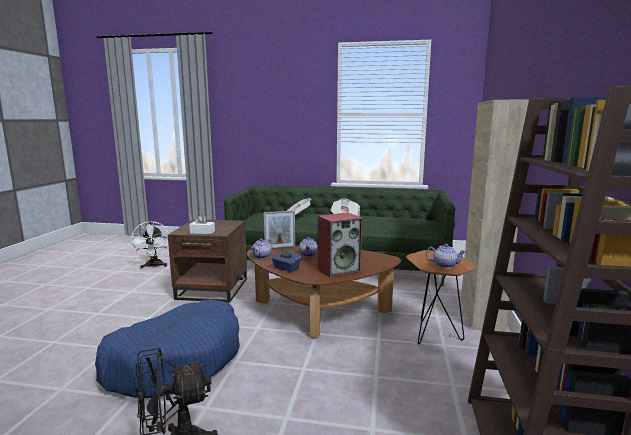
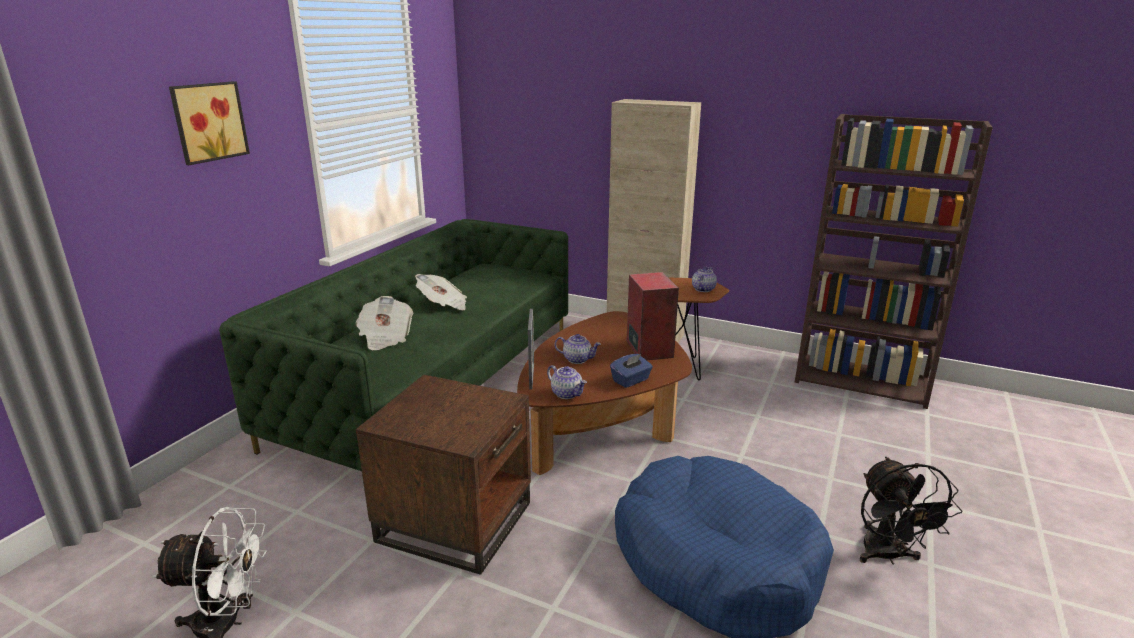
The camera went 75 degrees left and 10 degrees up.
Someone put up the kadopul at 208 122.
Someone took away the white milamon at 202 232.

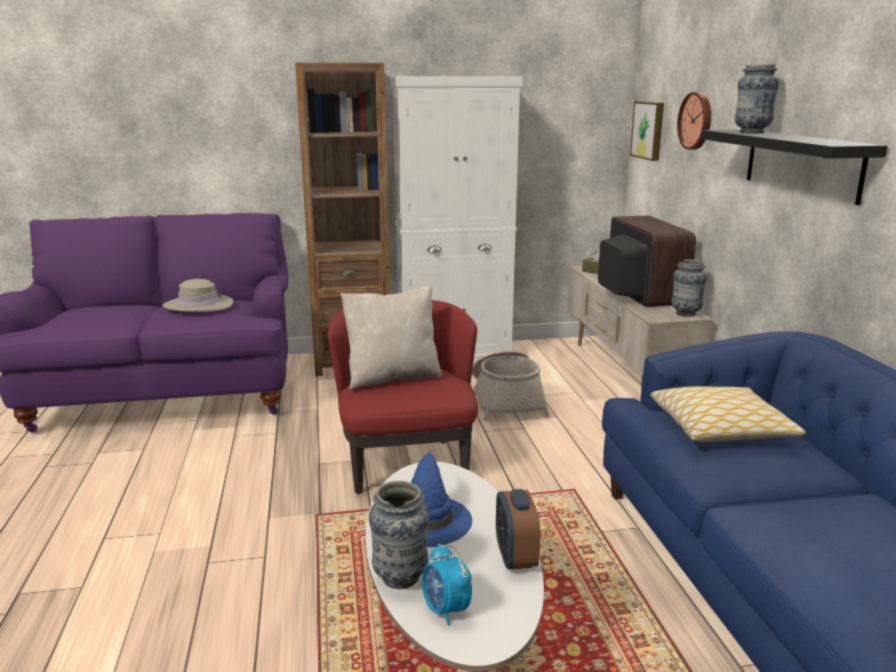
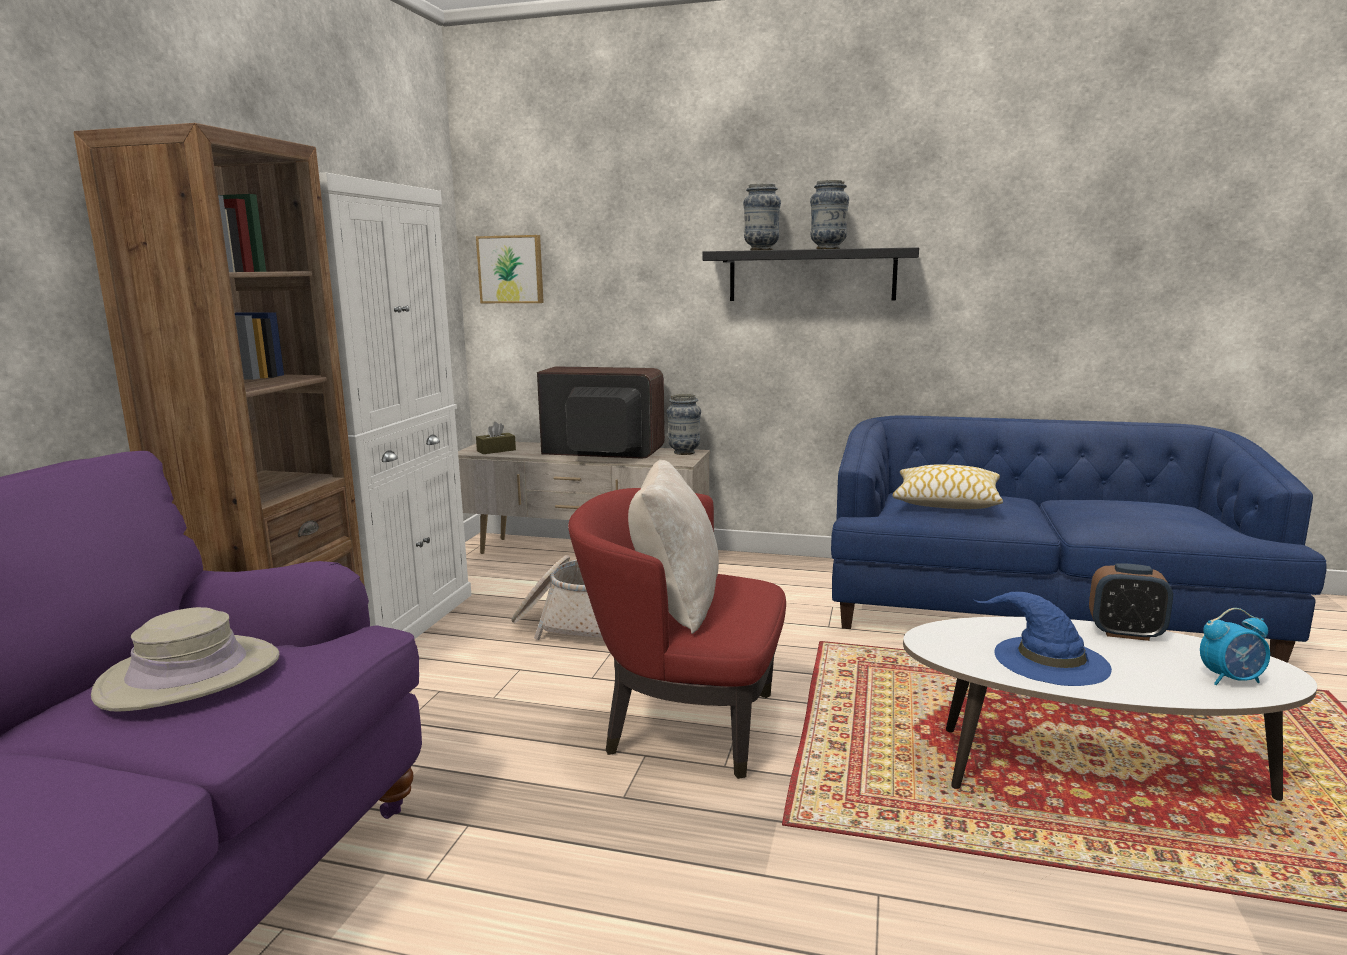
The camera went 65 degrees left and 5 degrees down.
Someone carried the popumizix from 400 578 to 828 248.
Someone took away the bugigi at 696 121.

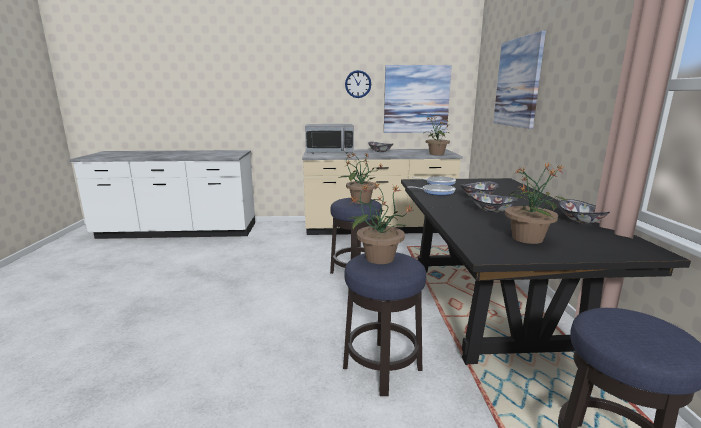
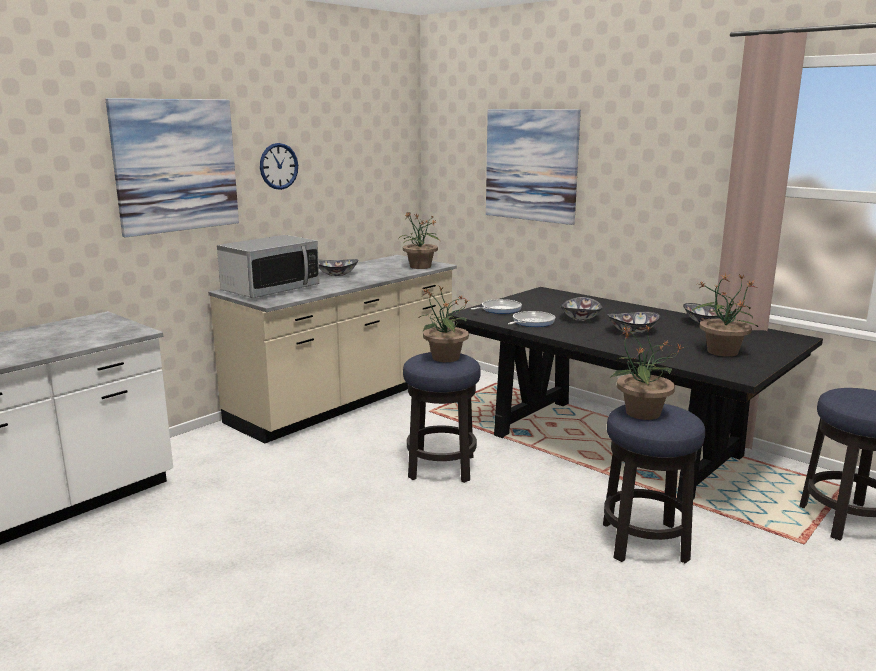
The camera went 45 degrees left and 0 degrees up.
Someone carried the kadopul from 416 99 to 176 165.

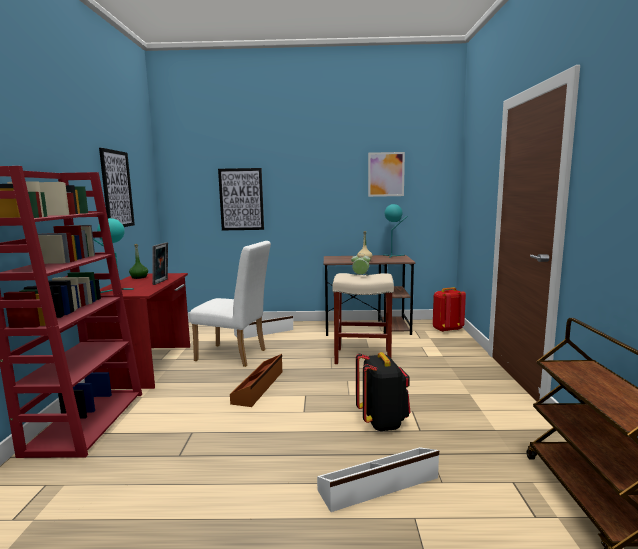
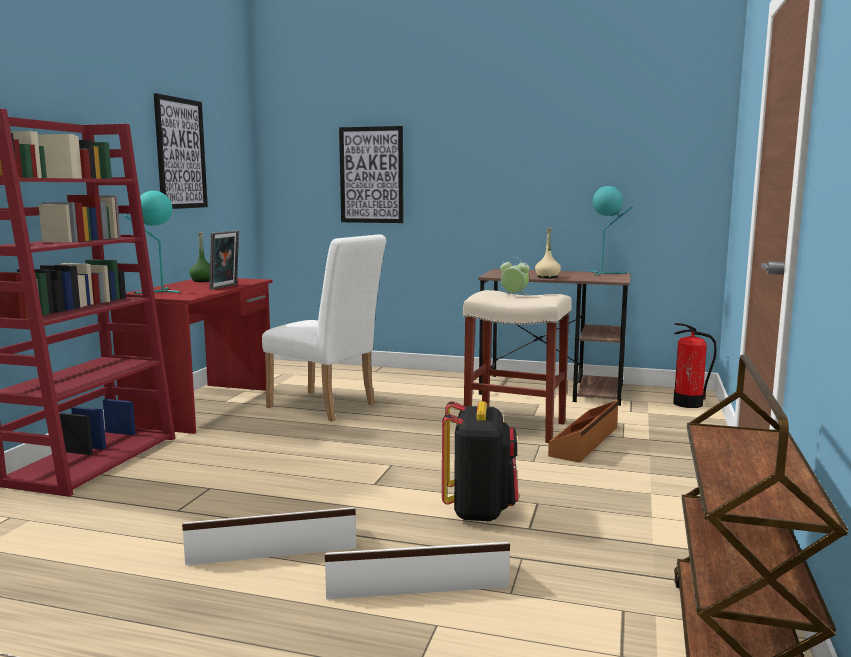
The camera went 15 degrees right and 0 degrees up.
Someone carried the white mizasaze from 264 332 to 272 547.
Someone carried the brown mizasaze from 259 387 to 586 441.
Someone swapped the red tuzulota at 447 329 for the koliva at 688 404.
Someone took away the kadopul at 386 174.

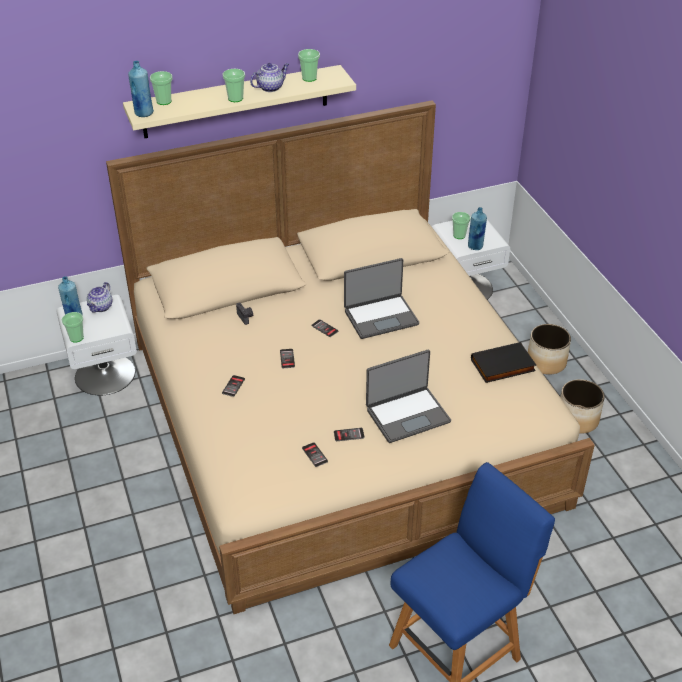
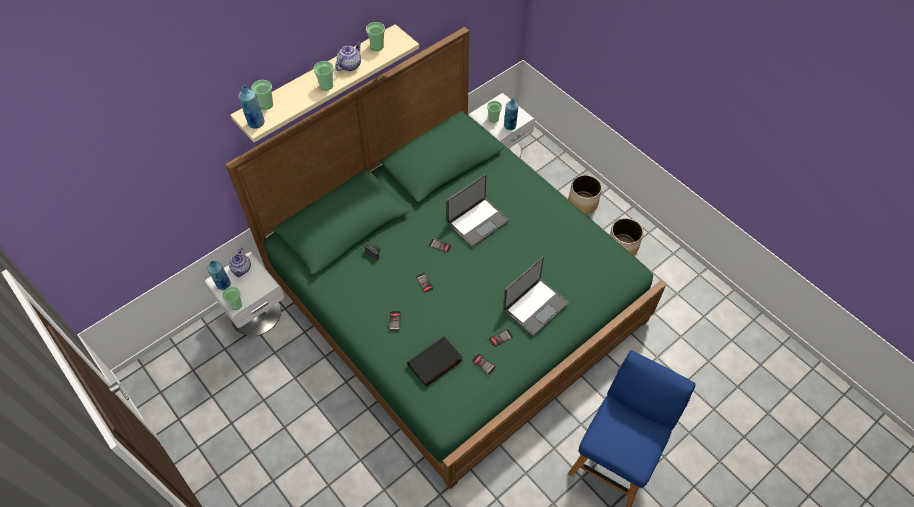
The camera went 20 degrees left and 15 degrees up.
Someone repainted the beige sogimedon at 340 419, which became the green sogimedon at 456 298.
Someone carried the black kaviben from 503 366 to 435 363.

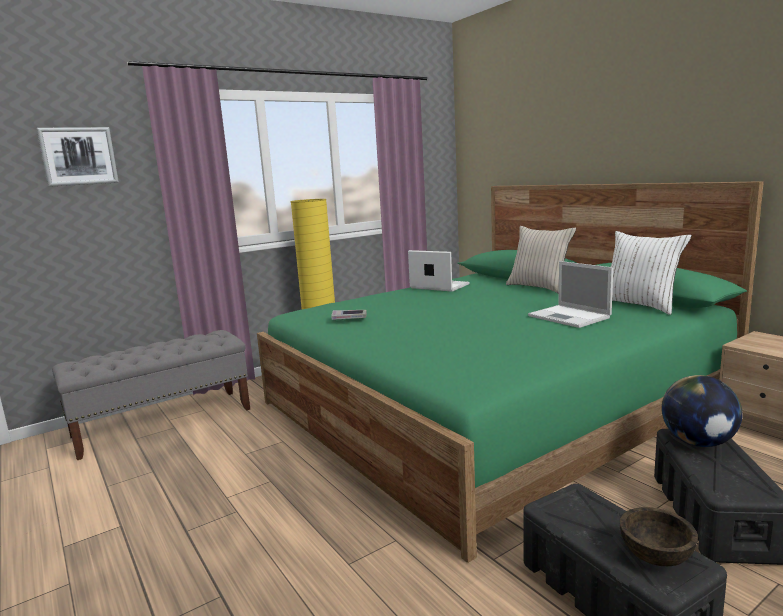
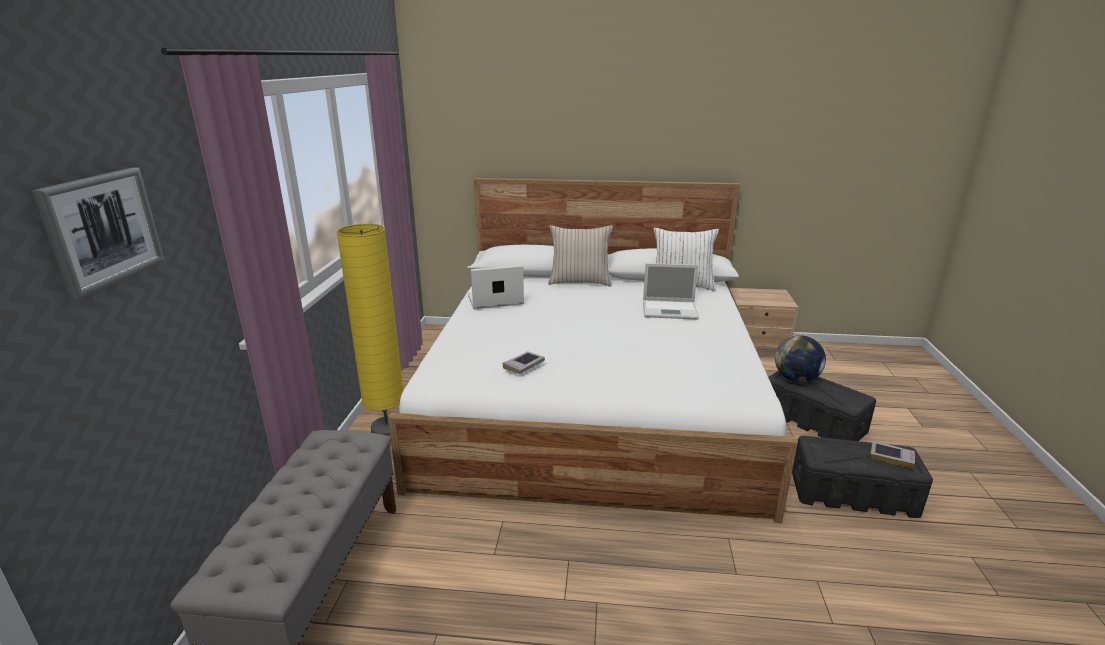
The camera went 50 degrees left and 10 degrees up.
Someone repainted the green sogimedon at 489 403, which became the white sogimedon at 593 399.
Someone swapped the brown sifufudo at 656 556 for the kaviben at 891 457.

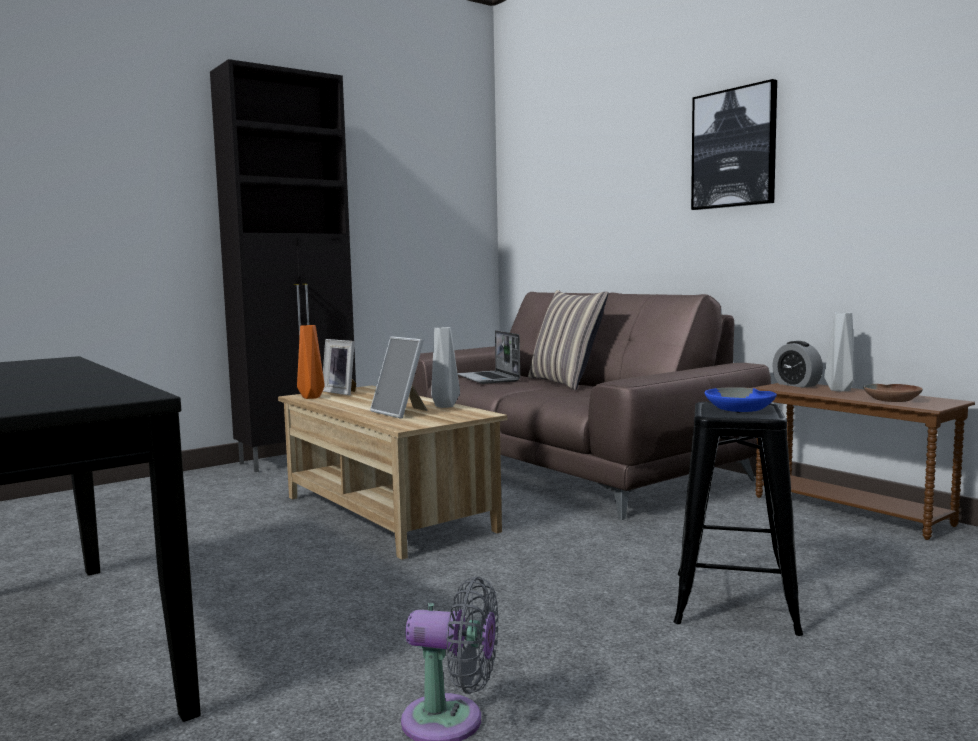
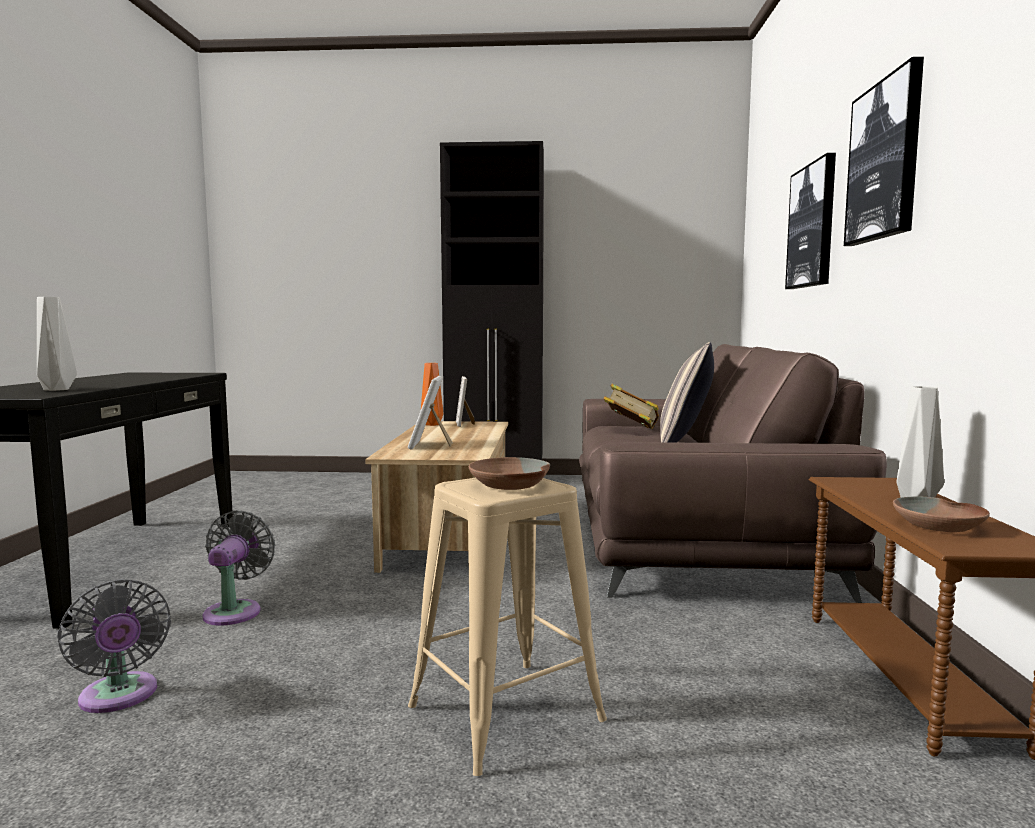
The camera went 40 degrees right and 0 degrees up.
Someone carried the grey popumizix from 445 406 to 59 389.
Someone put down the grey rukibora at 235 611.
Someone repainted the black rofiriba at 734 602, which became the beige rofiriba at 505 713.
Someone repainted the blue sifufudo at 740 408, which became the brown sifufudo at 508 484.
Someone swapped the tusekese at 489 379 for the kaviben at 631 430.
Someone put up the kadopul at 812 226.
Someone took away the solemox at 796 385.

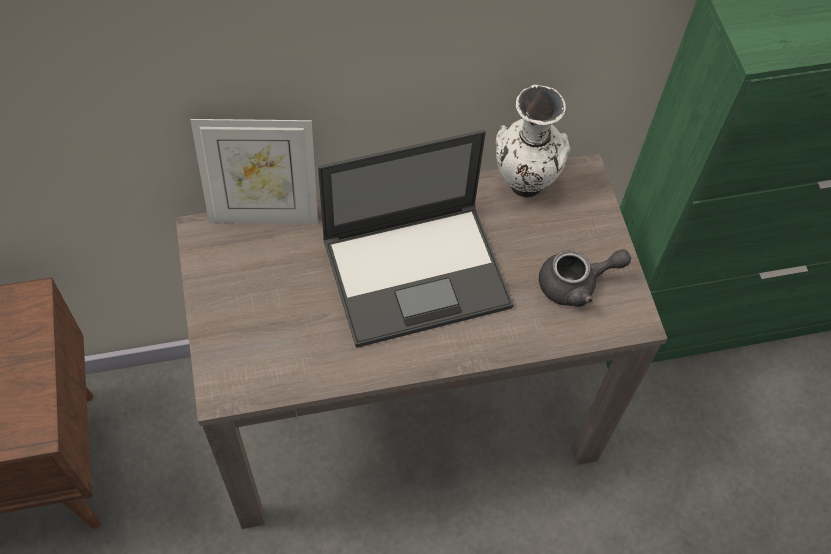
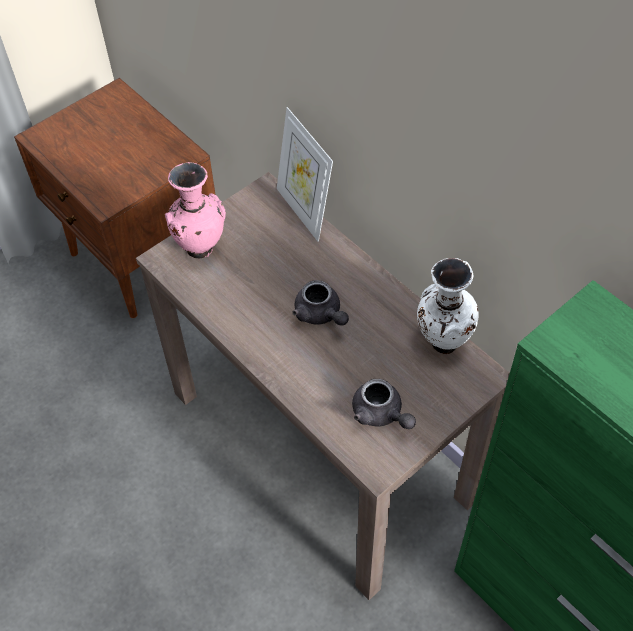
The camera went 65 degrees right and 5 degrees down.
Someone put down the pink popumizix at 200 248.
Someone swapped the tusekese at 418 272 for the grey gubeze at 320 314.

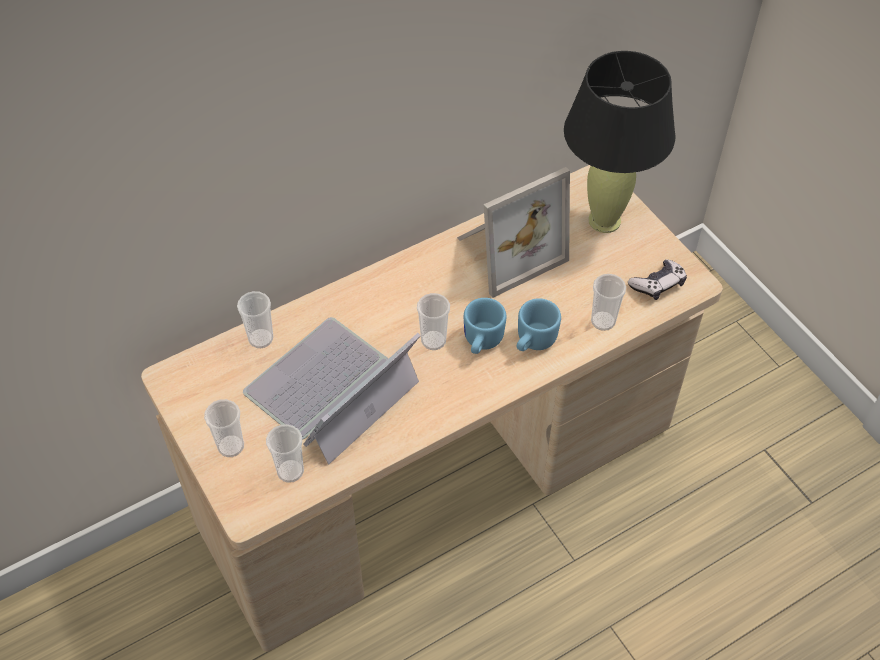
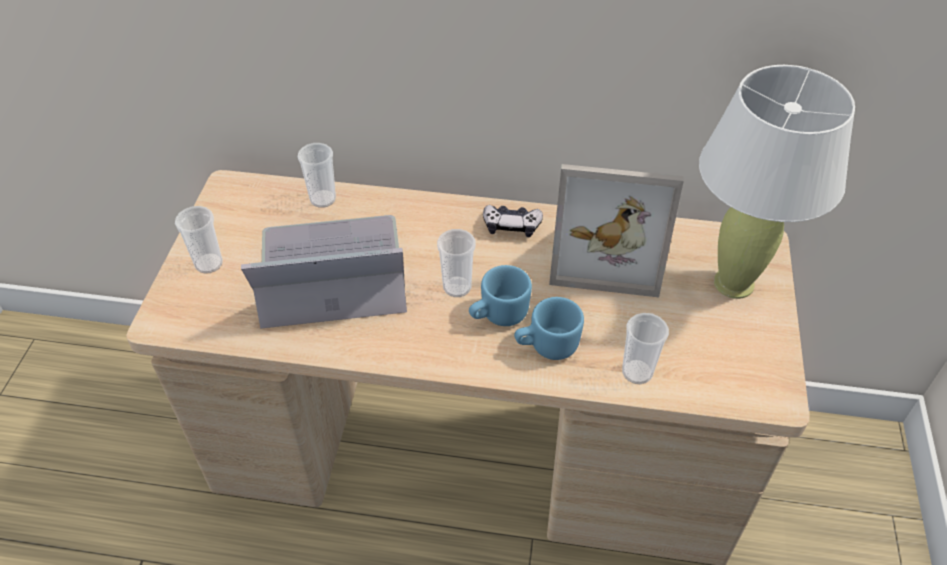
The camera went 40 degrees right and 5 degrees down.
Someone carried the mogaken from 657 284 to 511 226.
Someone repainted the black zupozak at 604 220, which became the white zupozak at 734 283.
Someone took away the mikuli at 290 471.

